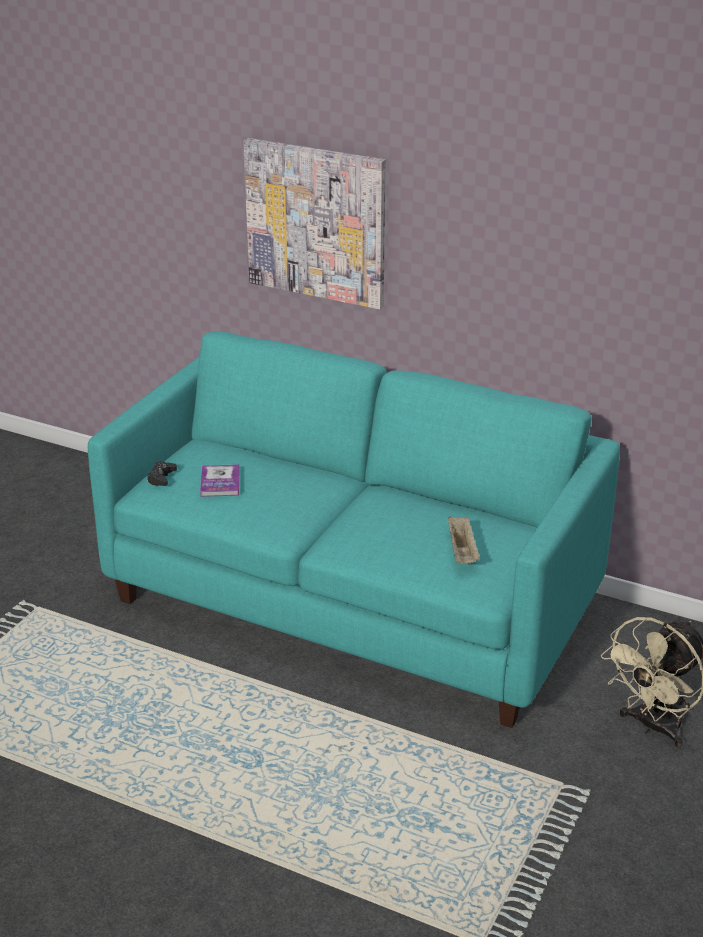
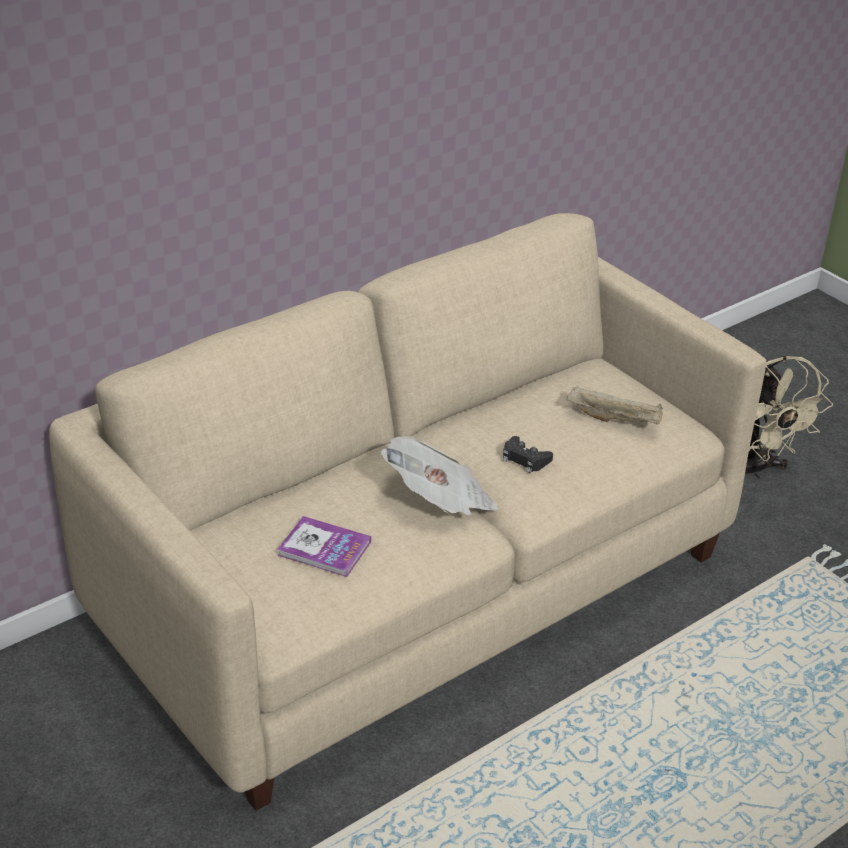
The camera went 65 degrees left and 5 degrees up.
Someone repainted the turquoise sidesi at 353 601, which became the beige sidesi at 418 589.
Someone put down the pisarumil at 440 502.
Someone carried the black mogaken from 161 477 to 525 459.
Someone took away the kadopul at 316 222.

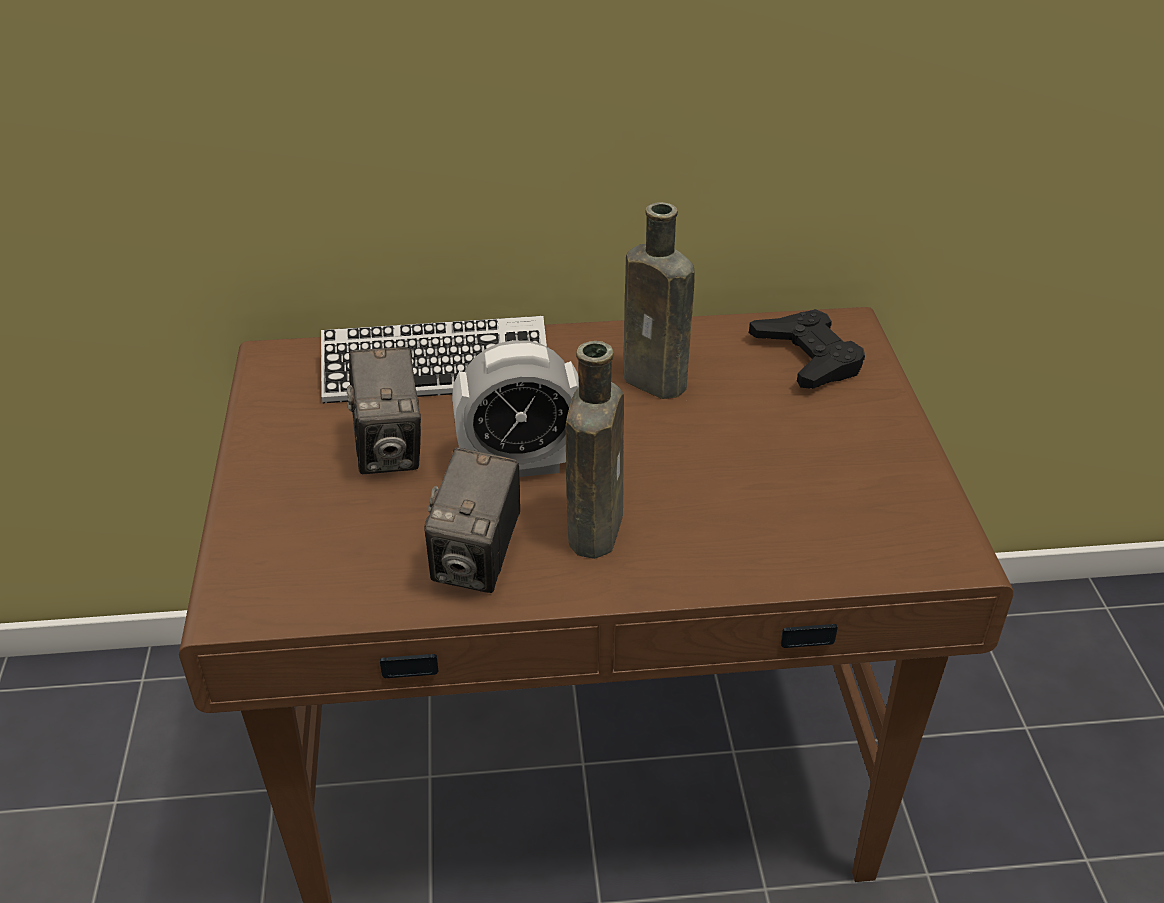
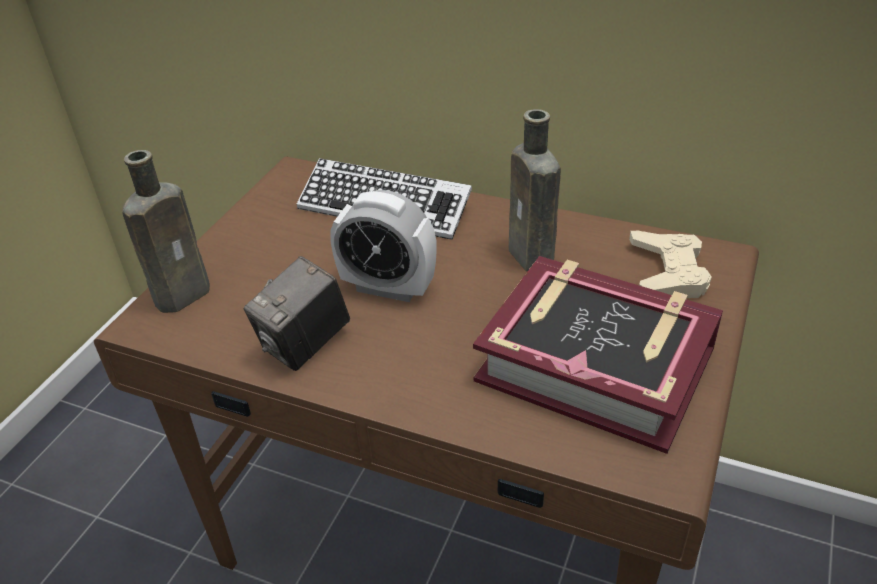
The camera went 30 degrees right and 0 degrees up.
Someone carried the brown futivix from 596 526 to 186 293.
Someone put down the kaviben at 596 363.
Someone repainted the black mogaken at 808 357, which became the beige mogaken at 668 272.
Someone took away the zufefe at 390 449.

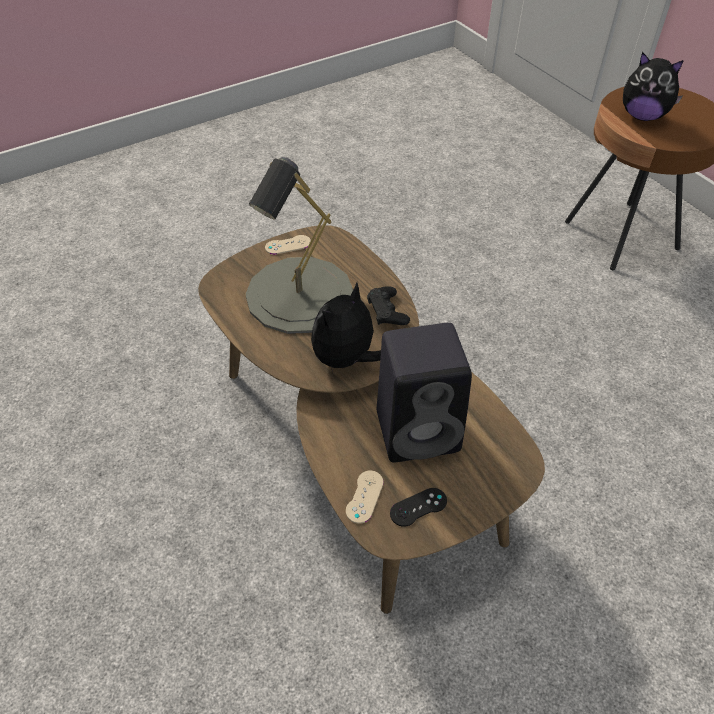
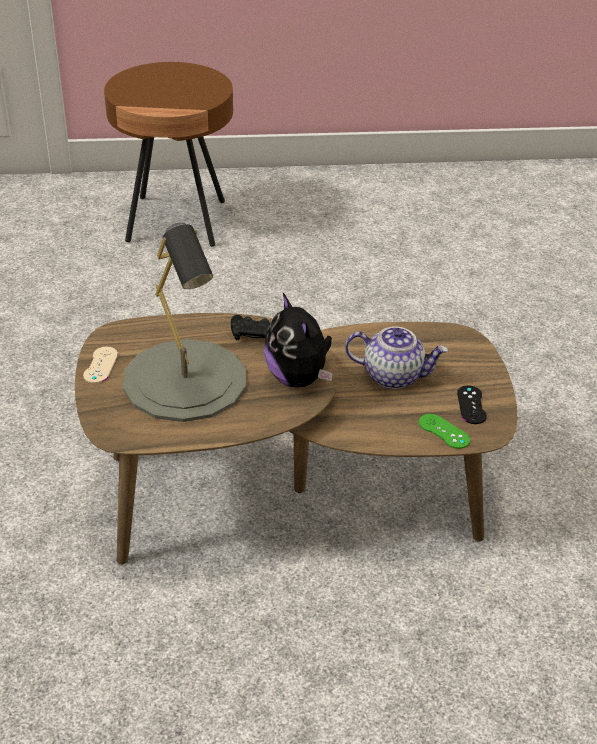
The camera went 65 degrees left and 10 degrees down.
Someone swapped the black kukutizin at 420 430 for the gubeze at 393 375.
Someone repainted the beige mogaken at 364 496, which became the green mogaken at 444 431.
Someone took away the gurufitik at 642 116.

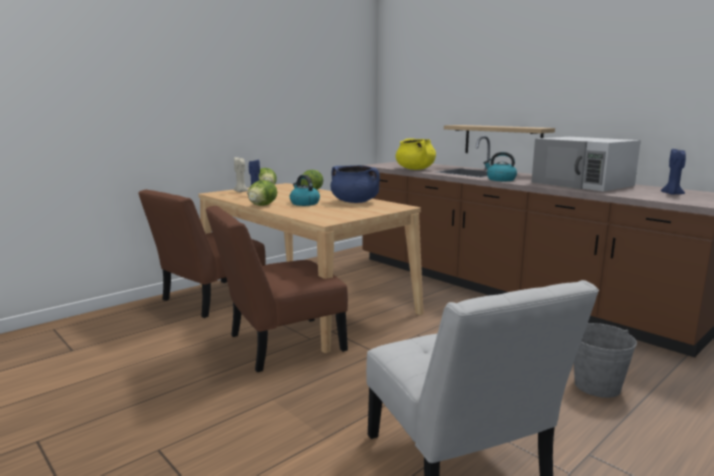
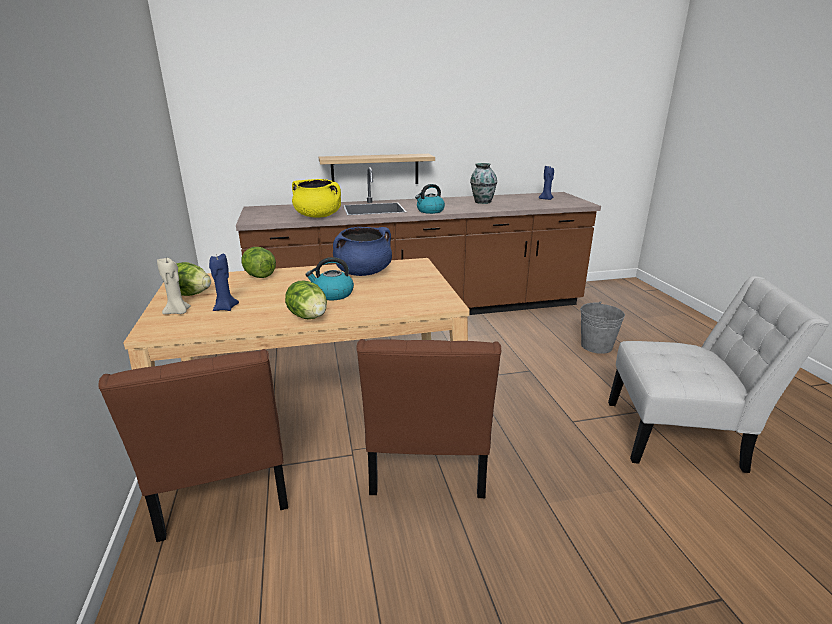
The camera went 60 degrees left and 10 degrees up.
Someone swapped the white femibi at 582 184 for the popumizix at 482 202.

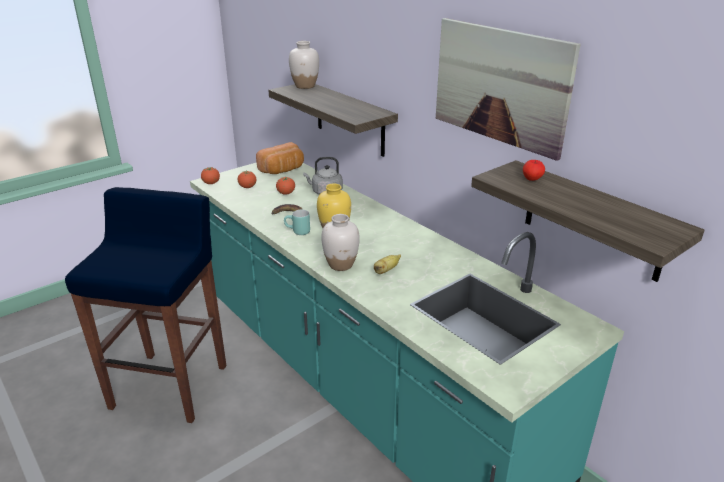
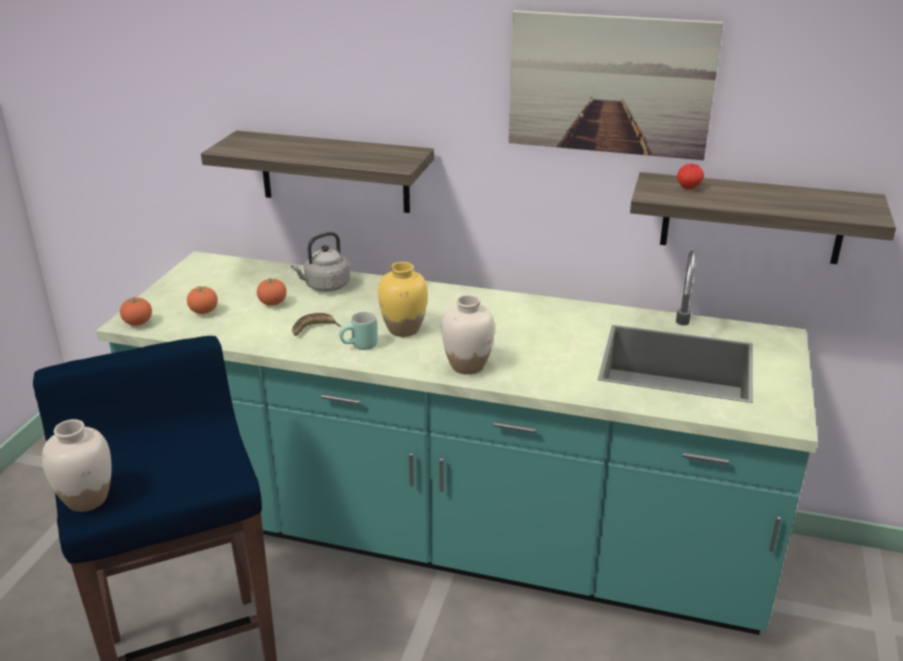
The camera went 35 degrees left and 0 degrees up.
Someone carried the white popumizix from 305 86 to 87 499.
Someone took away the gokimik at 283 170.
Someone took away the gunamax at 386 270.

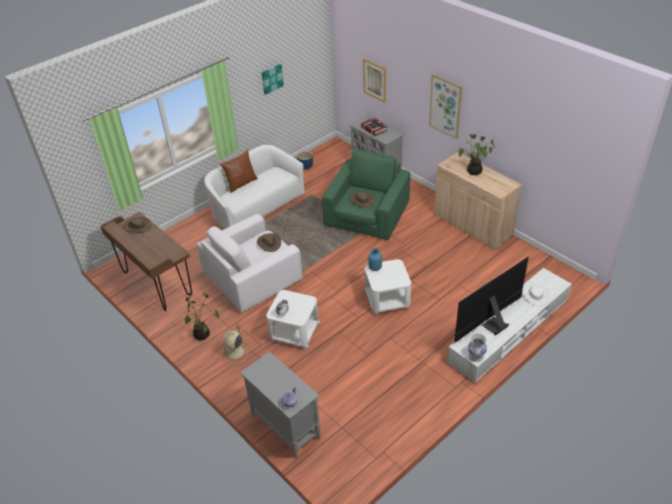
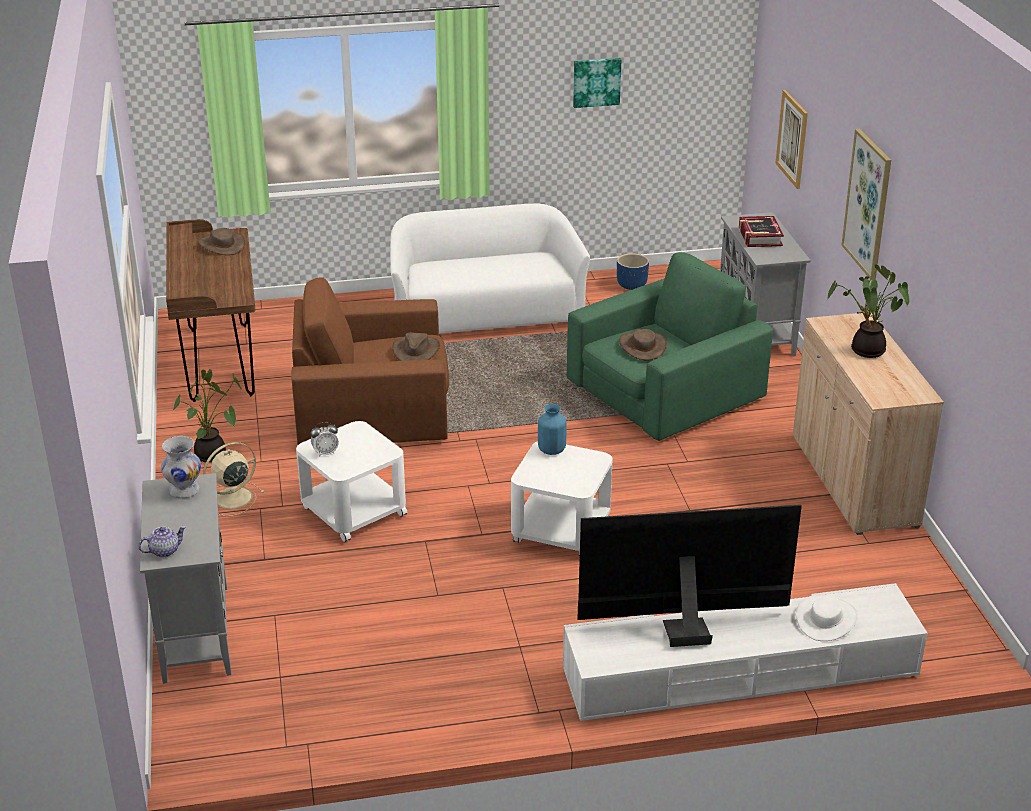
The camera went 30 degrees right and 10 degrees down.
Someone carried the white popumizix from 475 356 to 184 490.
Someone repainted the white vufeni at 253 276, which became the brown vufeni at 373 408.
Someone took away the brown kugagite at 241 184.

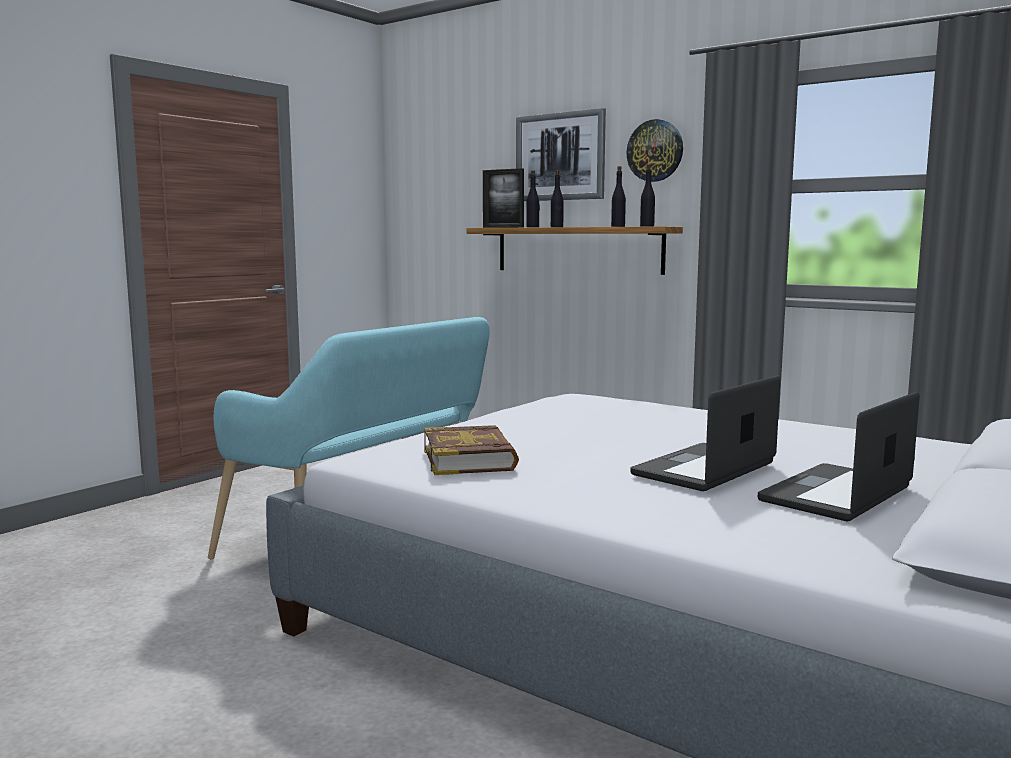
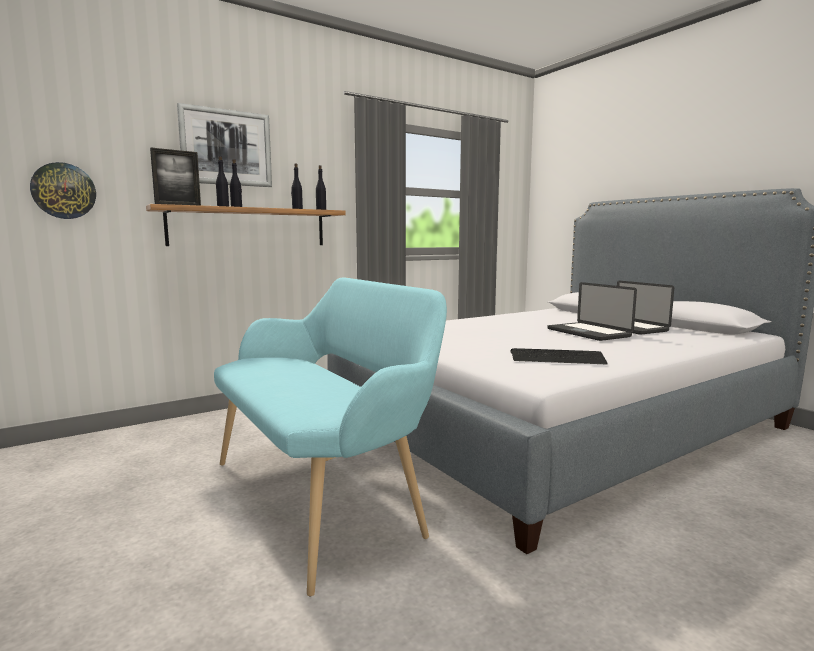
The camera went 70 degrees left and 0 degrees up.
Someone carried the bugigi from 655 150 to 64 191.
Someone swapped the kaviben at 469 459 for the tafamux at 557 358.

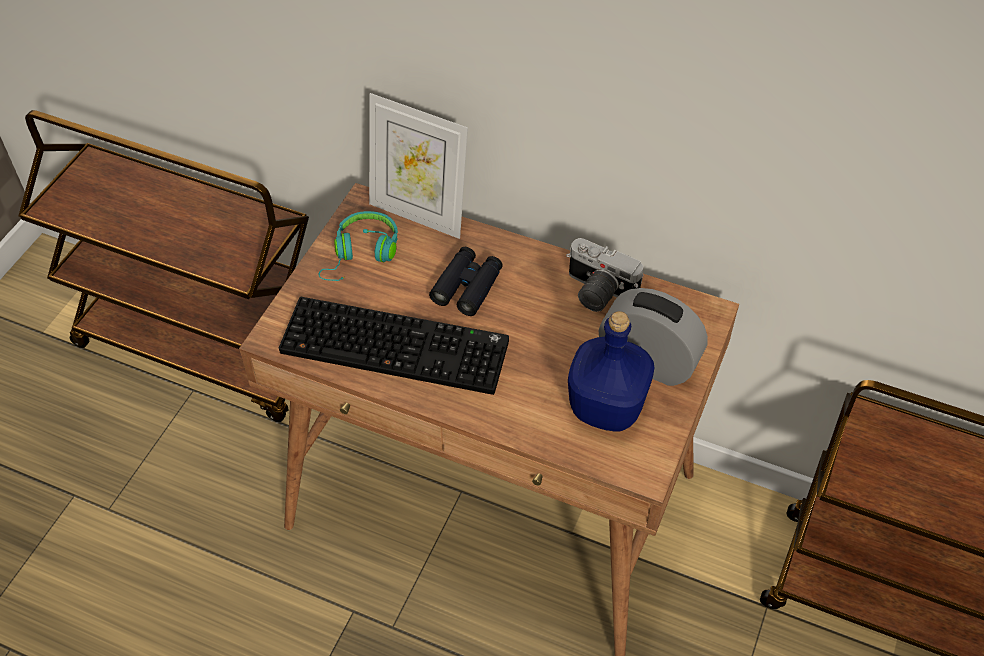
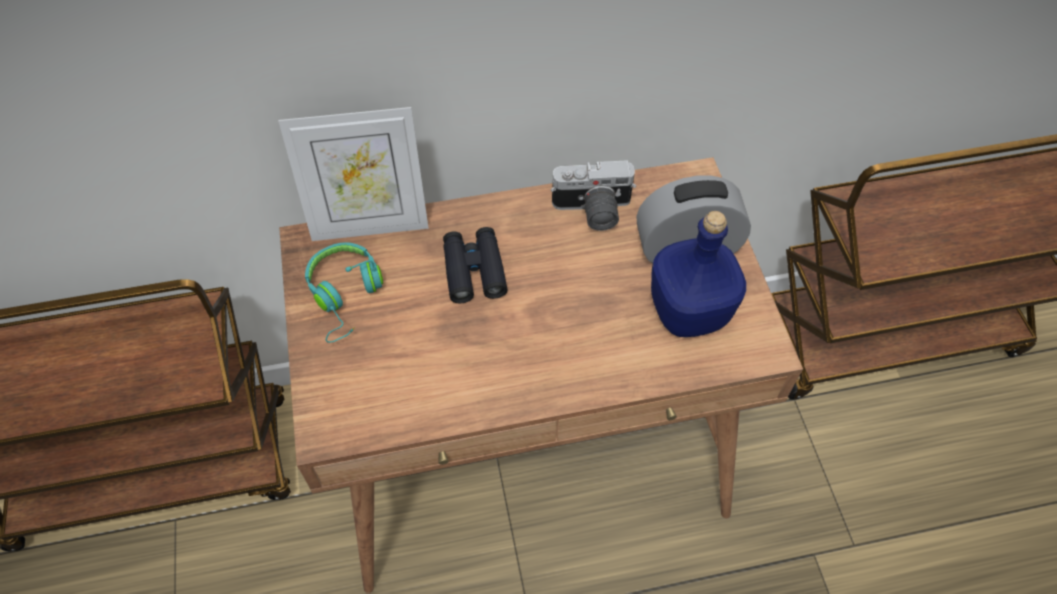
The camera went 35 degrees left and 5 degrees up.
Someone took away the tafamux at 398 345.

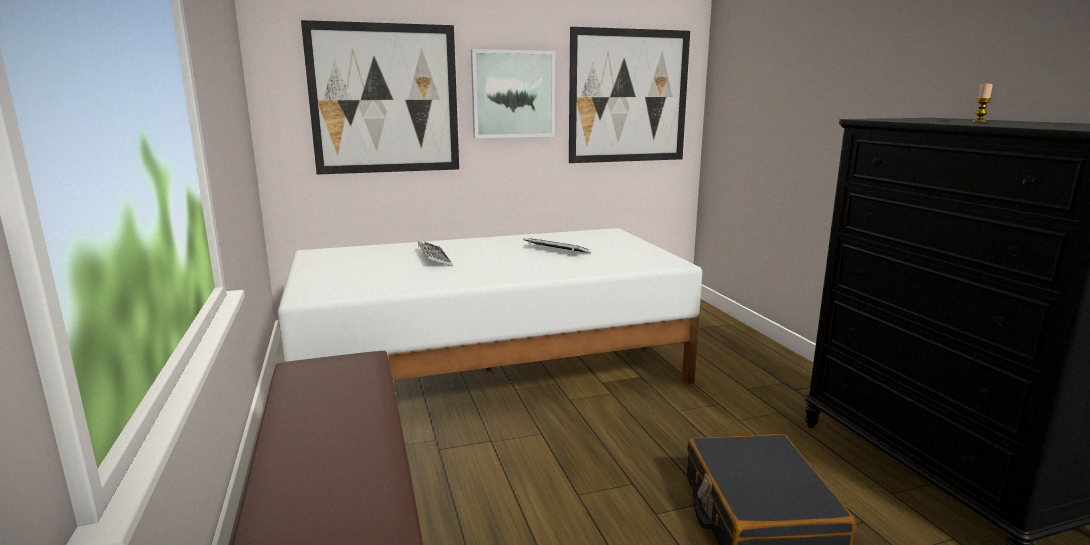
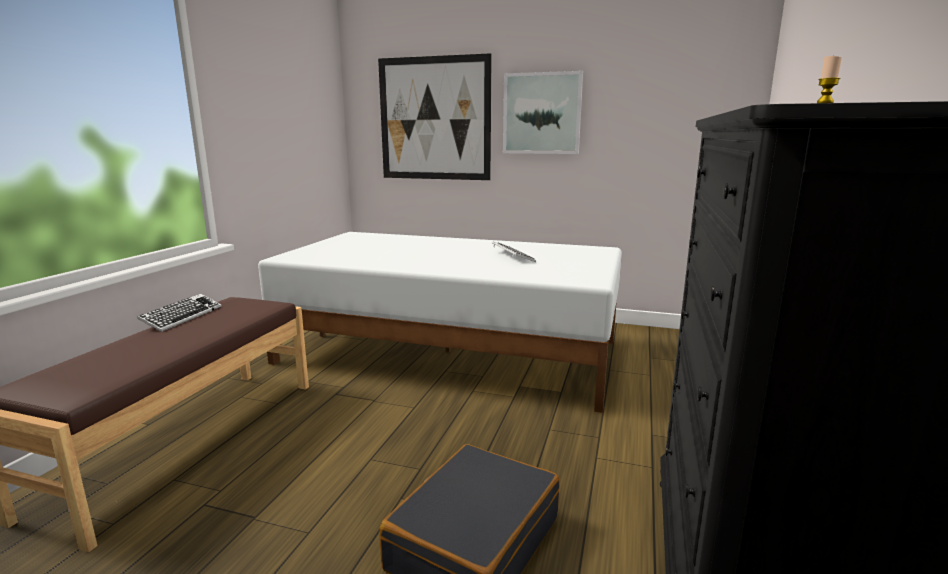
The camera went 35 degrees right and 0 degrees up.
Someone carried the tafamux from 434 258 to 182 317.
Someone took away the kadopul at 629 96.

